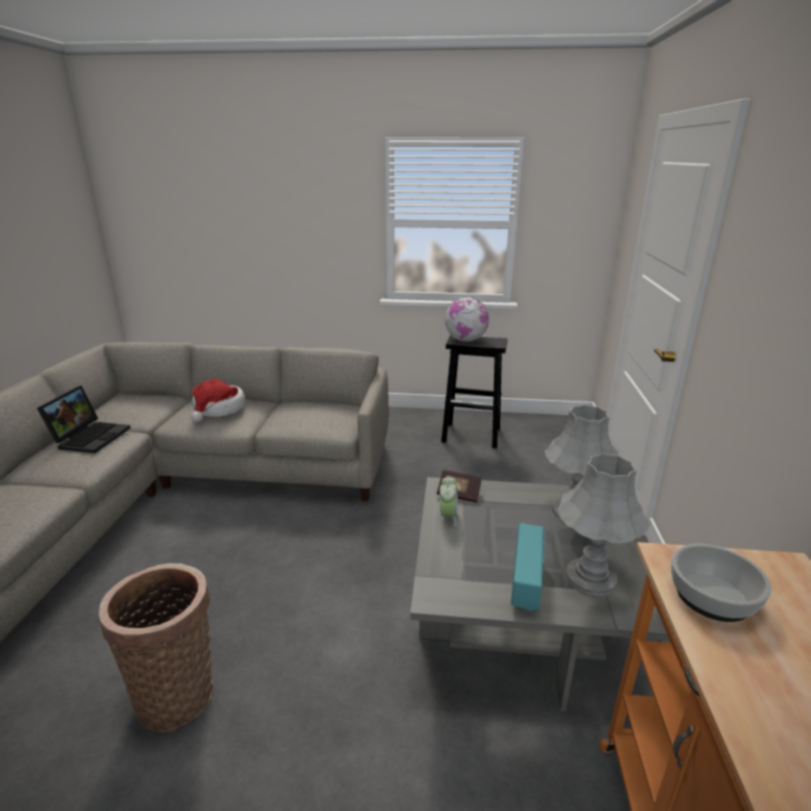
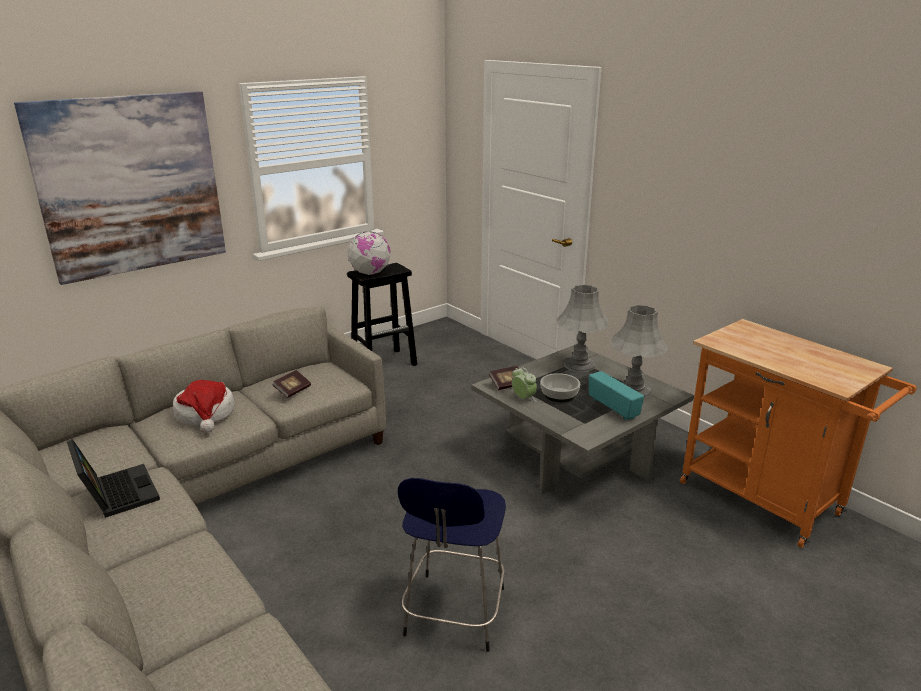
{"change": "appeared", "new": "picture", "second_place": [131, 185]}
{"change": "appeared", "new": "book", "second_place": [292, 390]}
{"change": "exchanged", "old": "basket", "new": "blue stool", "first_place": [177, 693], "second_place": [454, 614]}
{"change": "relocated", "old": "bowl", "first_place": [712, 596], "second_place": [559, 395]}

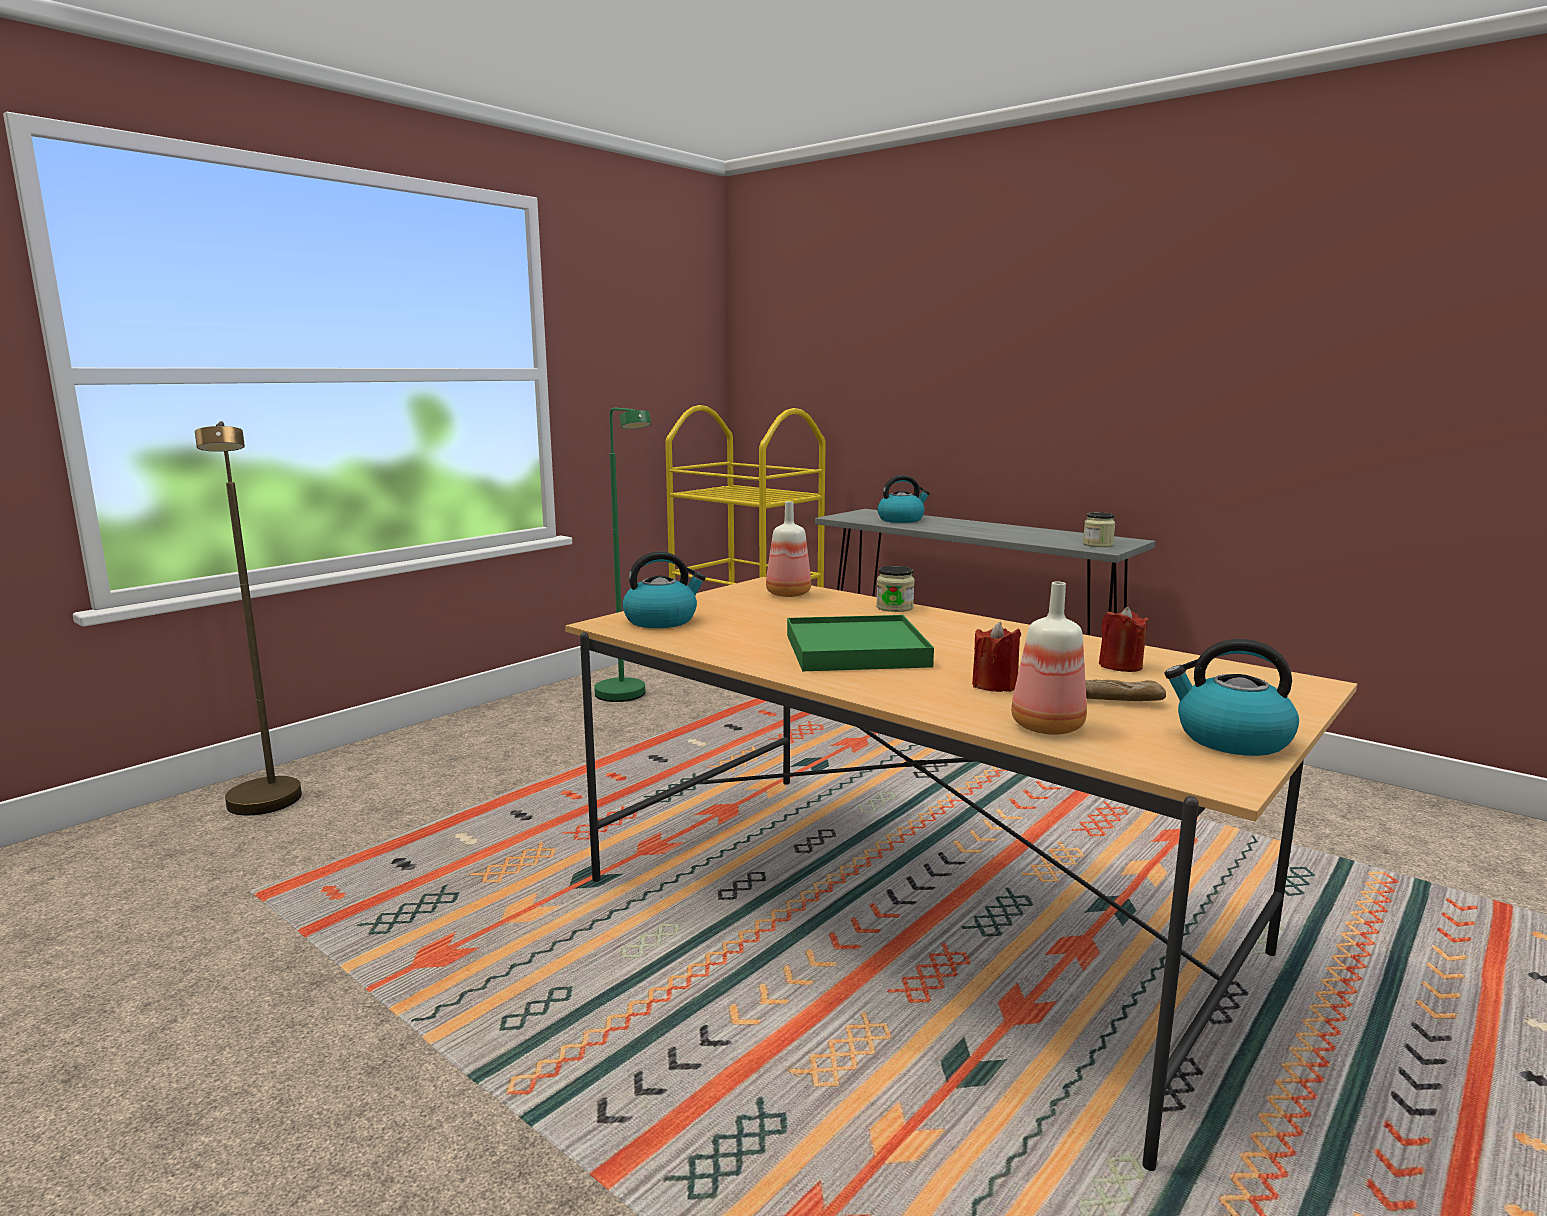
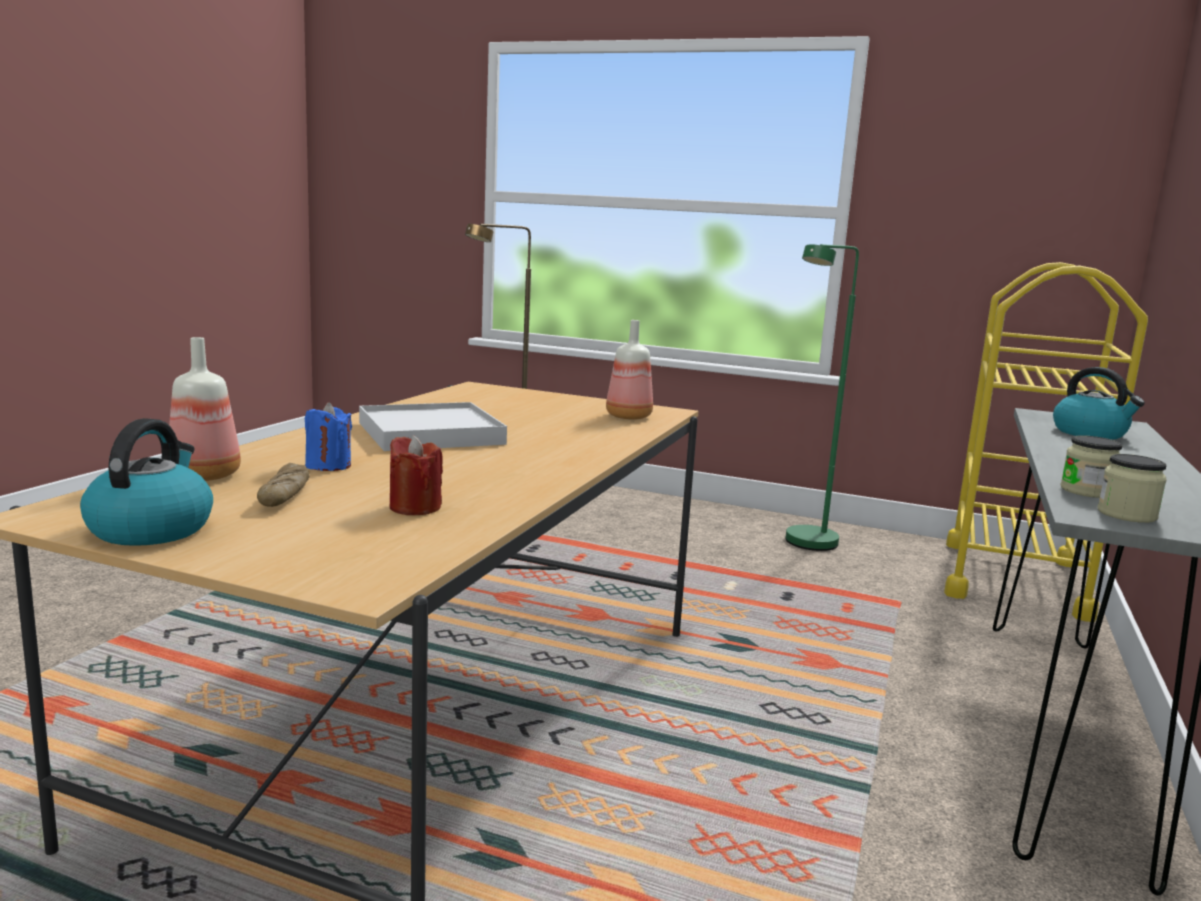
{"change": "colour", "old": "red candle", "new": "blue candle", "first_place": [994, 685], "second_place": [328, 466]}
{"change": "colour", "old": "green tray", "new": "white tray", "first_place": [856, 650], "second_place": [431, 433]}
{"change": "relocated", "old": "jar", "first_place": [894, 607], "second_place": [1087, 491]}
{"change": "missing", "old": "kettle", "first_place": [662, 620]}

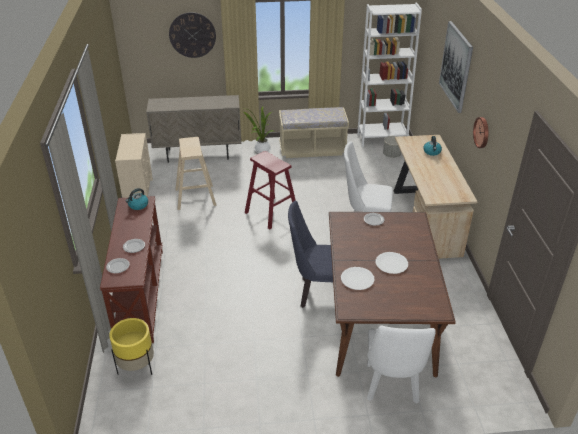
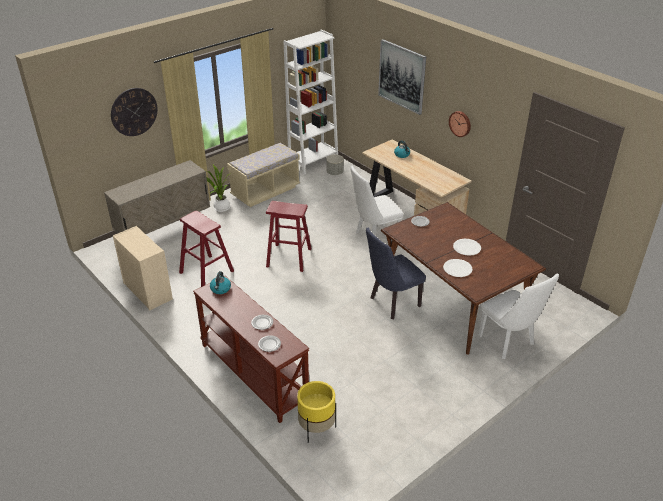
{"change": "colour", "old": "beige stool", "new": "red stool", "first_place": [195, 197], "second_place": [206, 272]}

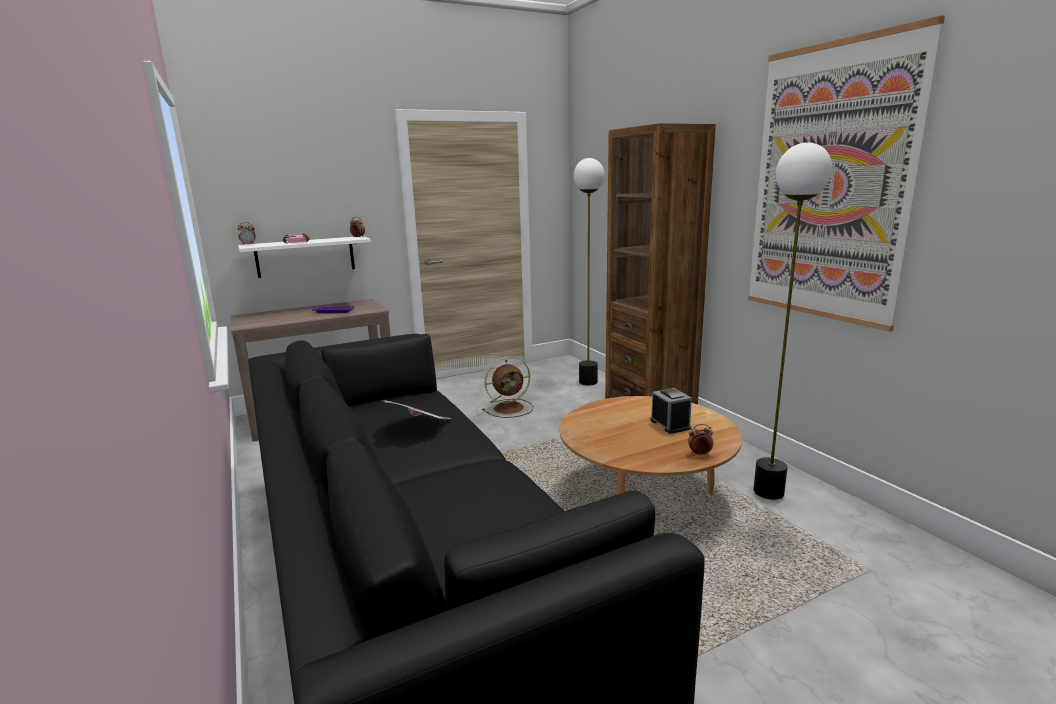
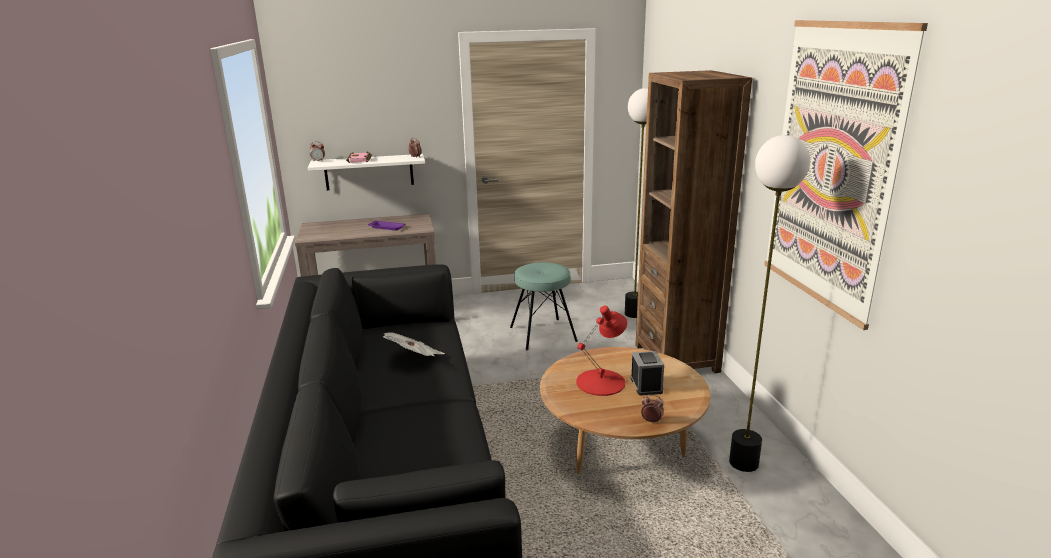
{"change": "exchanged", "old": "brown fan", "new": "turquoise stool", "first_place": [510, 408], "second_place": [543, 334]}
{"change": "appeared", "new": "red table lamp", "second_place": [601, 382]}

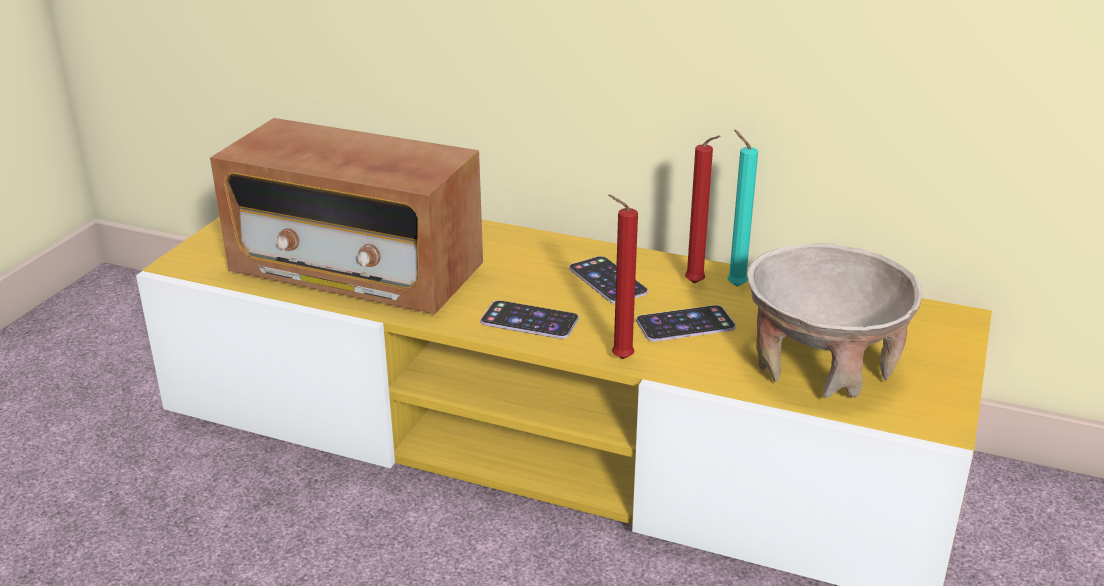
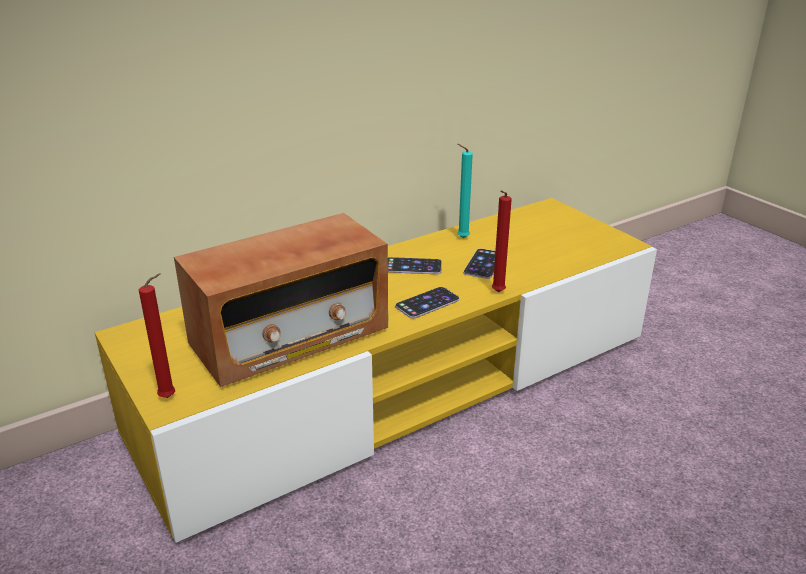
{"change": "relocated", "old": "red candle", "first_place": [697, 284], "second_place": [170, 397]}
{"change": "missing", "old": "beige bowl", "first_place": [821, 365]}

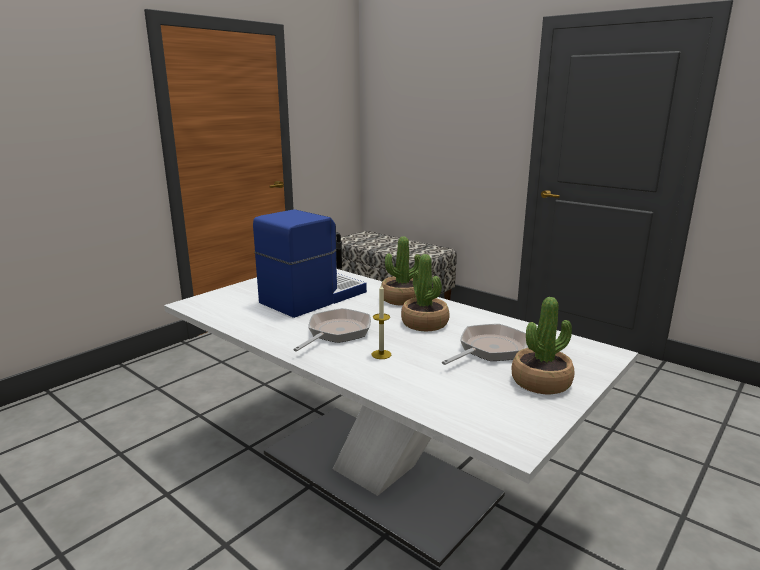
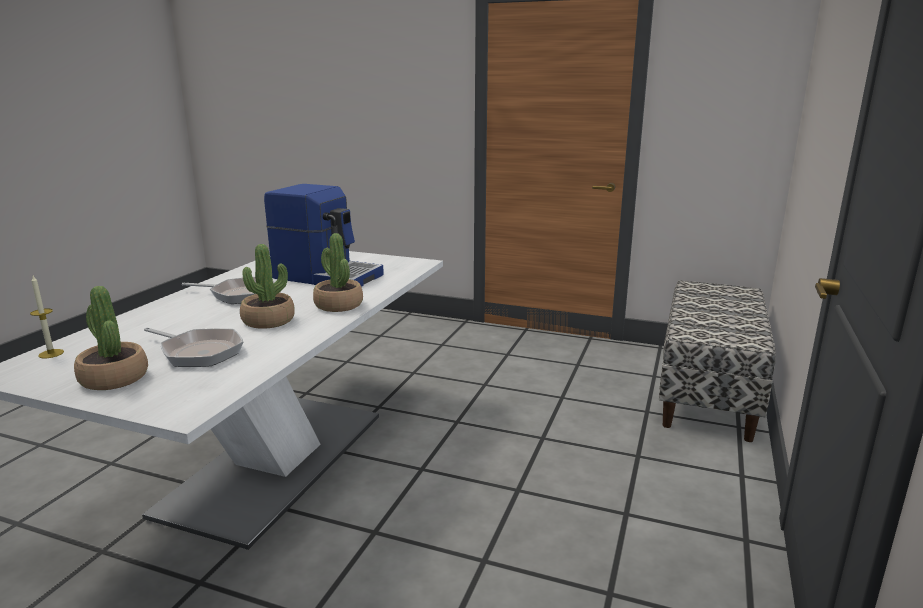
{"change": "relocated", "old": "candle", "first_place": [381, 354], "second_place": [51, 353]}

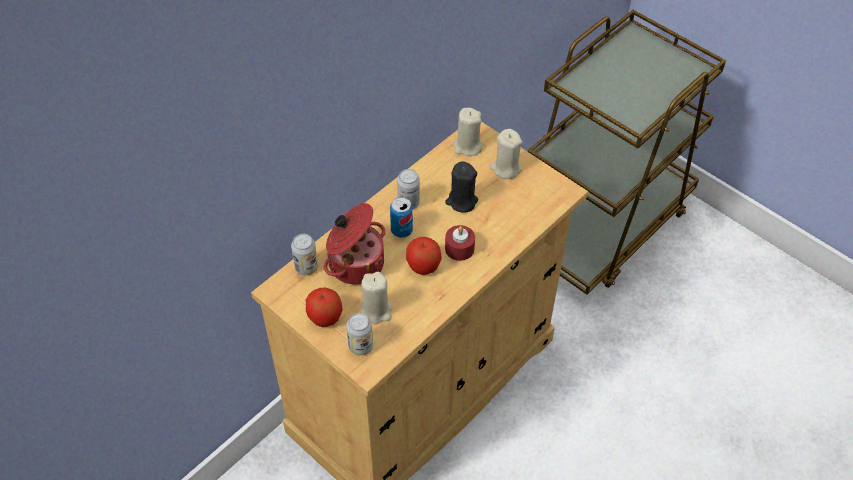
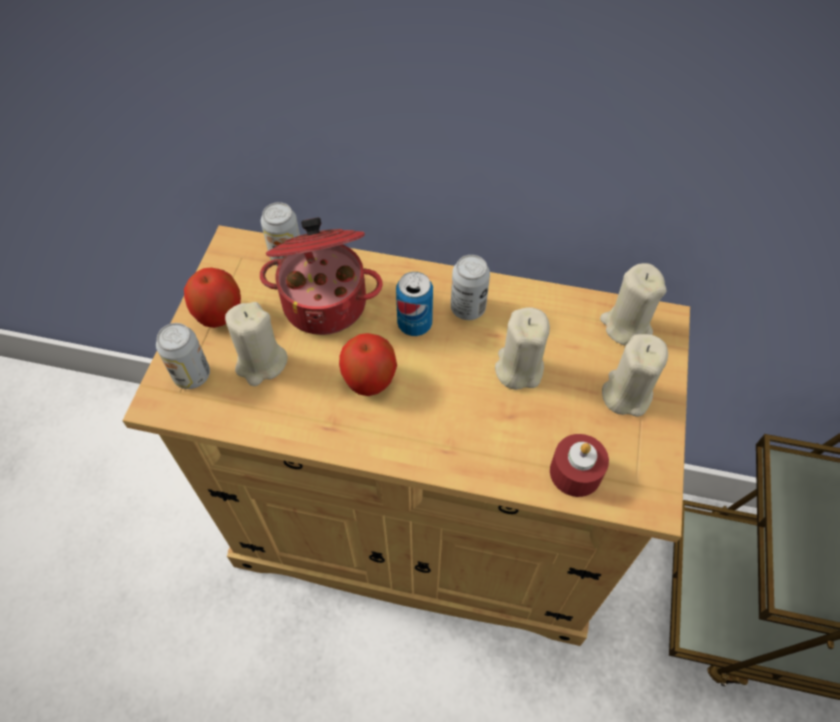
{"change": "colour", "old": "black candle", "new": "beige candle", "first_place": [461, 201], "second_place": [518, 368]}
{"change": "relocated", "old": "red candle", "first_place": [459, 248], "second_place": [575, 472]}

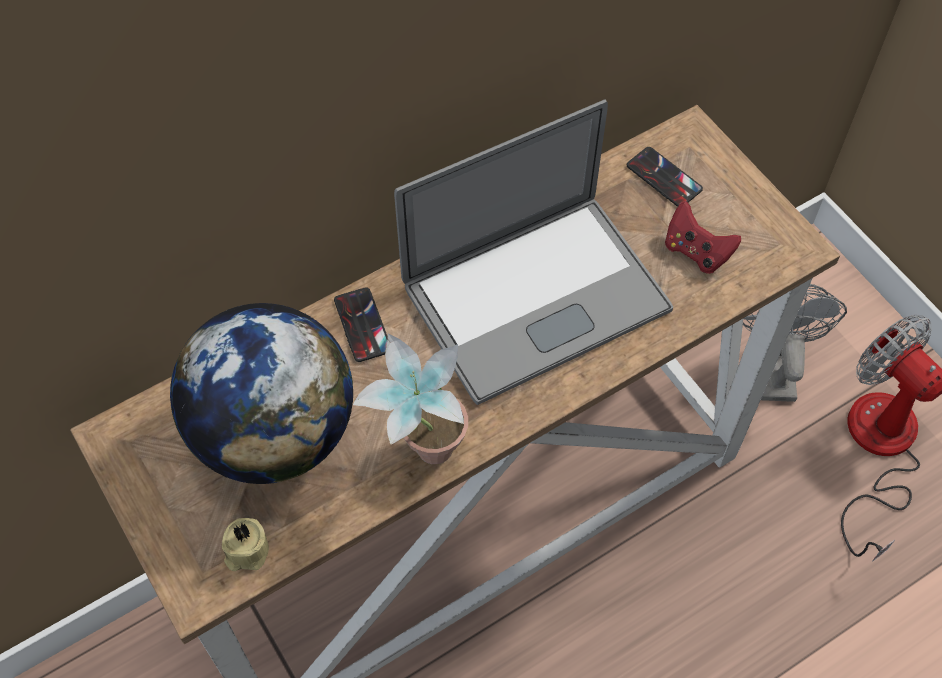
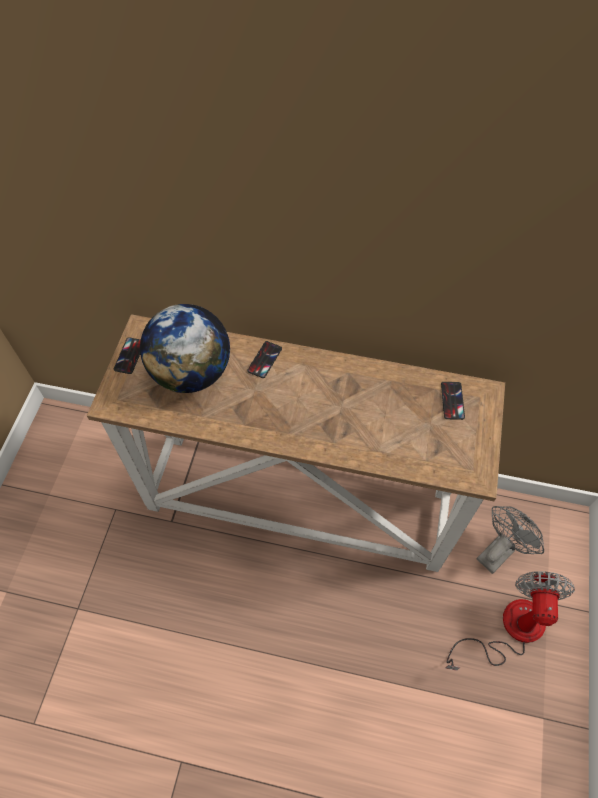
{"change": "appeared", "new": "phone", "second_place": [129, 356]}
{"change": "missing", "old": "beige candle", "first_place": [246, 552]}
{"change": "missing", "old": "potted plant", "first_place": [422, 455]}
{"change": "missing", "old": "laptop", "first_place": [535, 297]}
{"change": "missing", "old": "red game controller", "first_place": [696, 251]}

